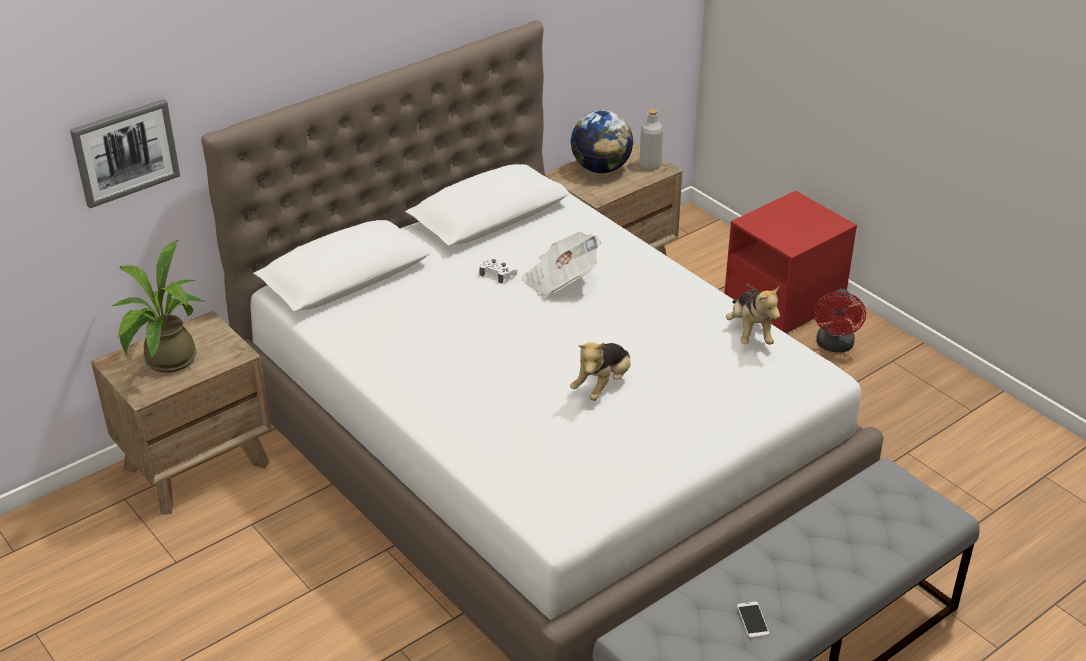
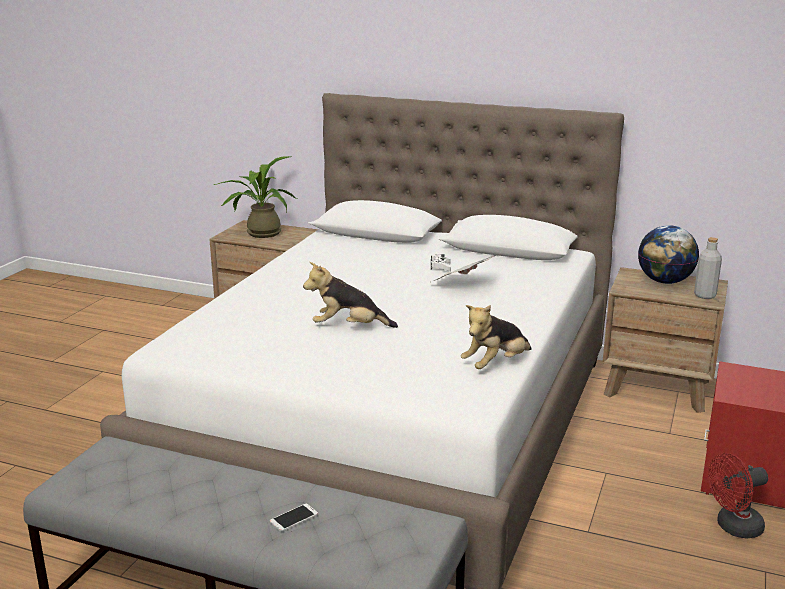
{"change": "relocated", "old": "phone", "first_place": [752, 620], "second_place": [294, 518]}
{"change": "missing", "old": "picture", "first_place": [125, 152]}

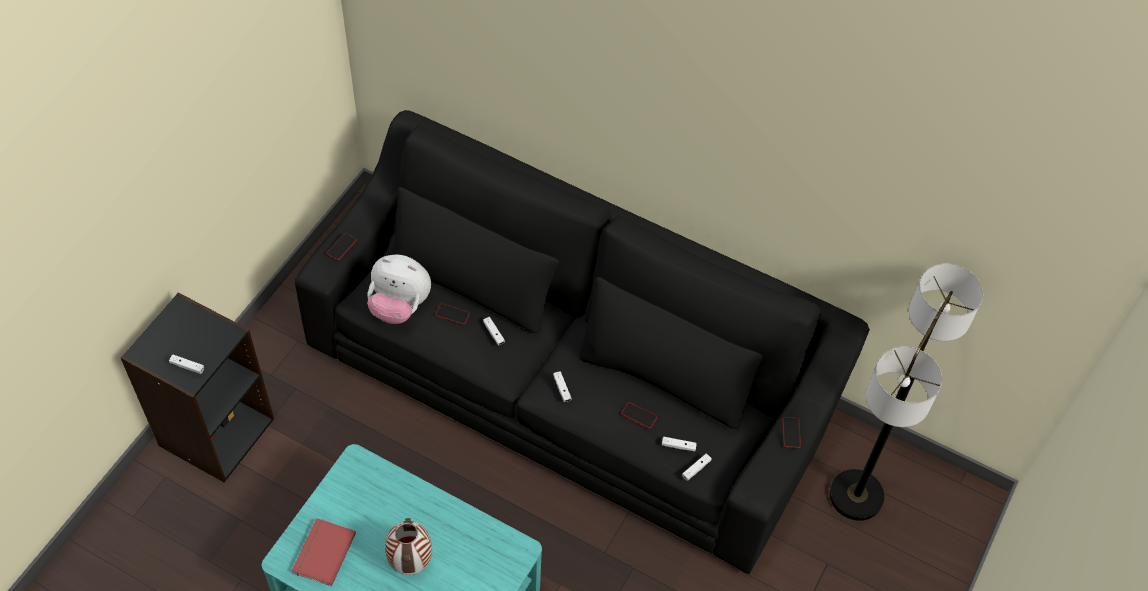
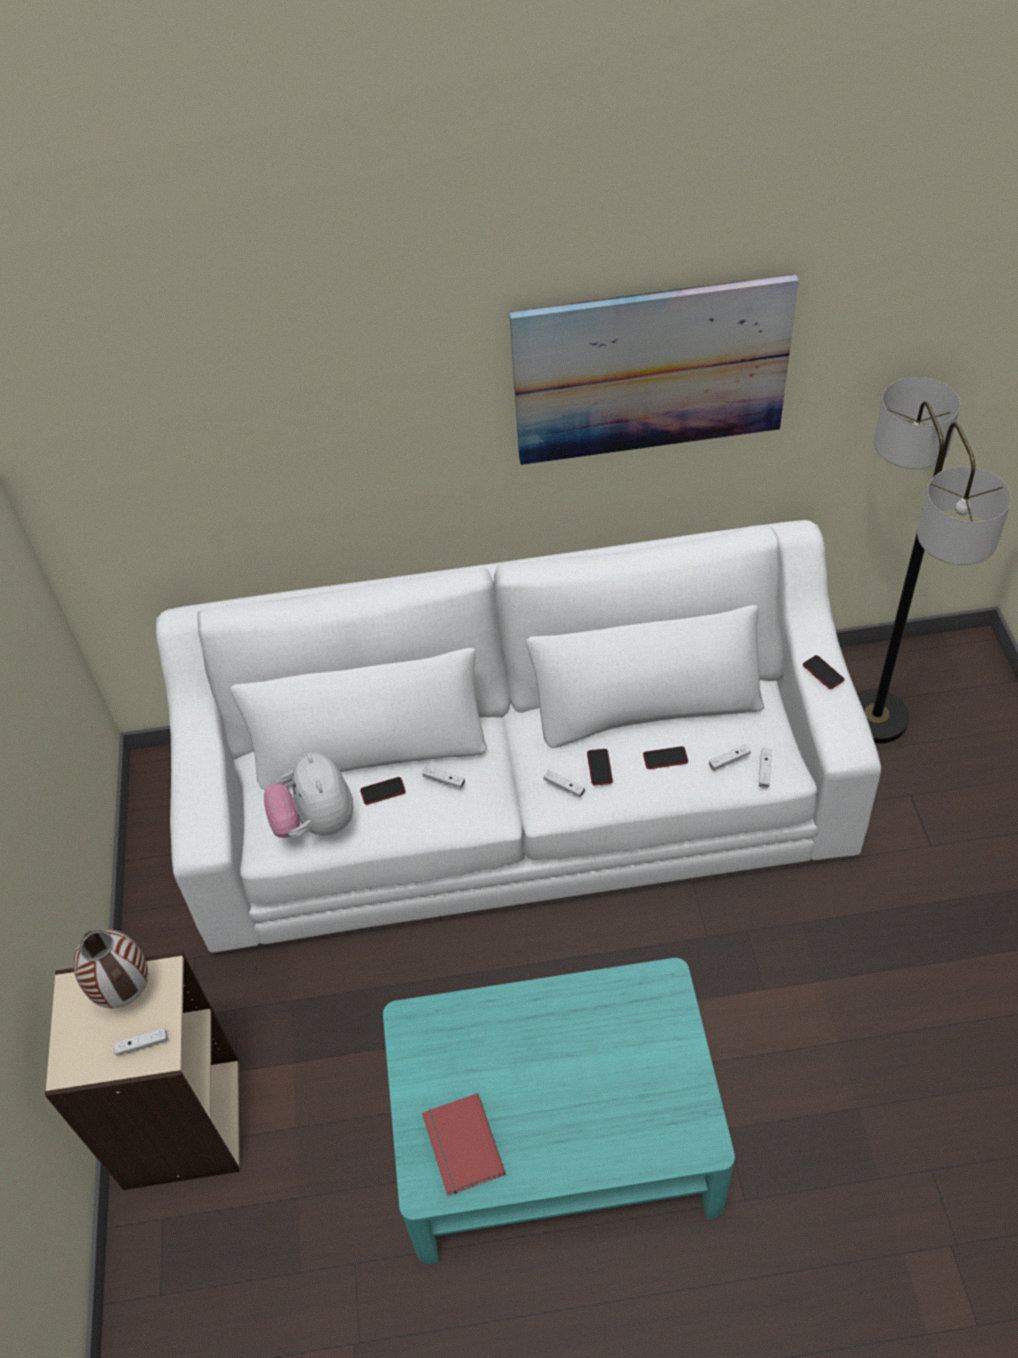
{"change": "colour", "old": "black bookcase", "new": "beige bookcase", "first_place": [215, 431], "second_place": [180, 1122]}
{"change": "relocated", "old": "vase", "first_place": [410, 562], "second_place": [124, 992]}
{"change": "colour", "old": "black sofa", "new": "white sofa", "first_place": [569, 382], "second_place": [520, 800]}
{"change": "spun", "old": "plush toy", "first_place": [399, 306], "second_place": [316, 822], "degrees": 90}
{"change": "appeared", "new": "picture", "second_place": [650, 370]}
{"change": "relocated", "old": "phone", "first_place": [341, 247], "second_place": [599, 767]}

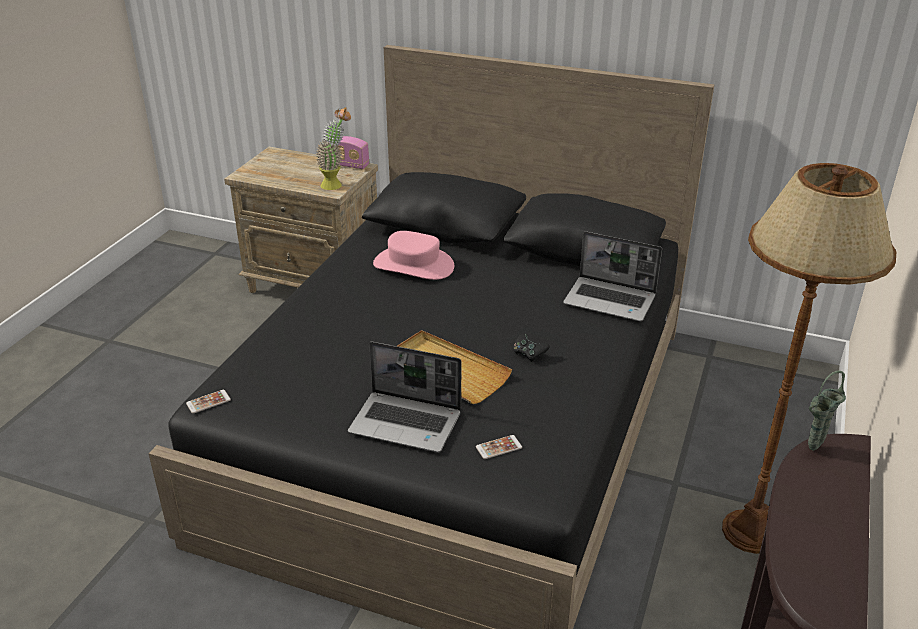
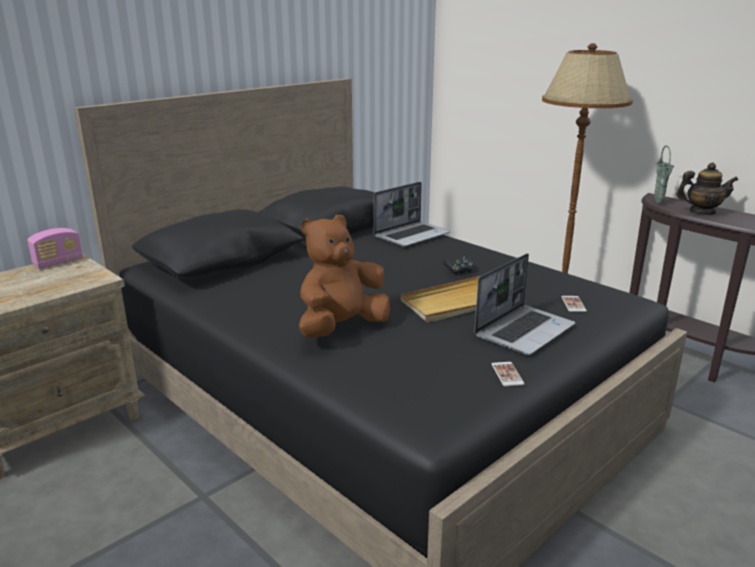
{"change": "appeared", "new": "brown plush toy", "second_place": [341, 328]}
{"change": "relocated", "old": "phone", "first_place": [208, 402], "second_place": [507, 374]}
{"change": "appeared", "new": "teapot", "second_place": [701, 212]}
{"change": "missing", "old": "potted plant", "first_place": [336, 184]}
{"change": "missing", "old": "pink hat", "first_place": [414, 265]}

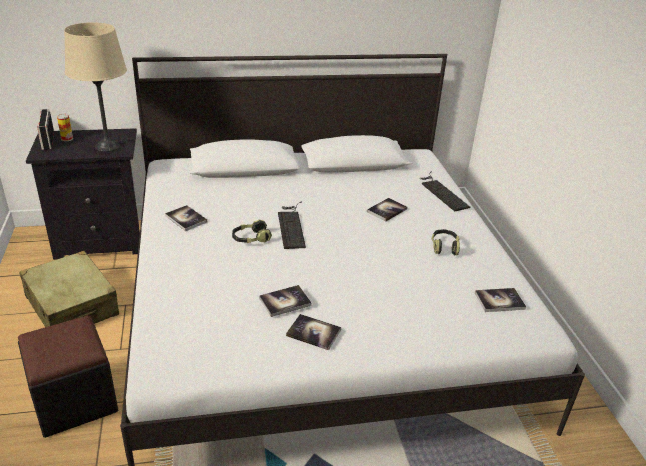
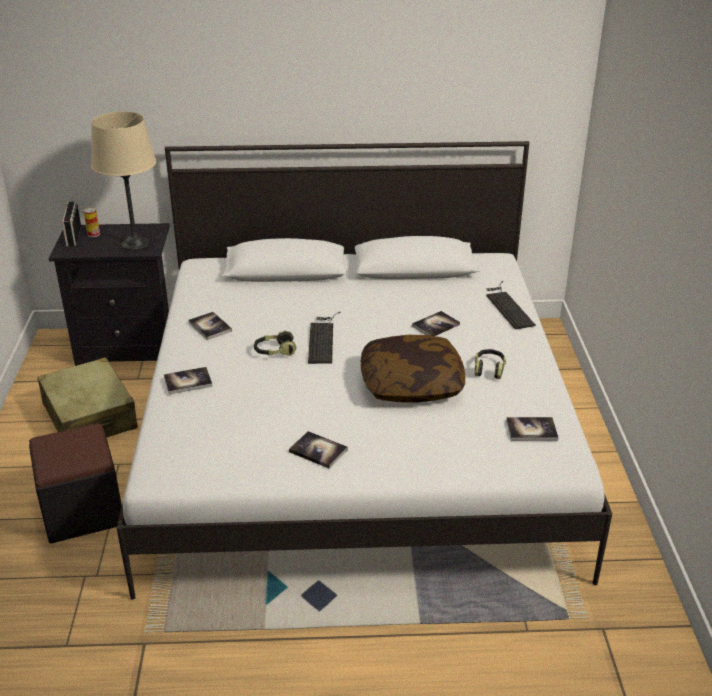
{"change": "relocated", "old": "book", "first_place": [285, 302], "second_place": [188, 381]}
{"change": "appeared", "new": "pillow", "second_place": [411, 384]}

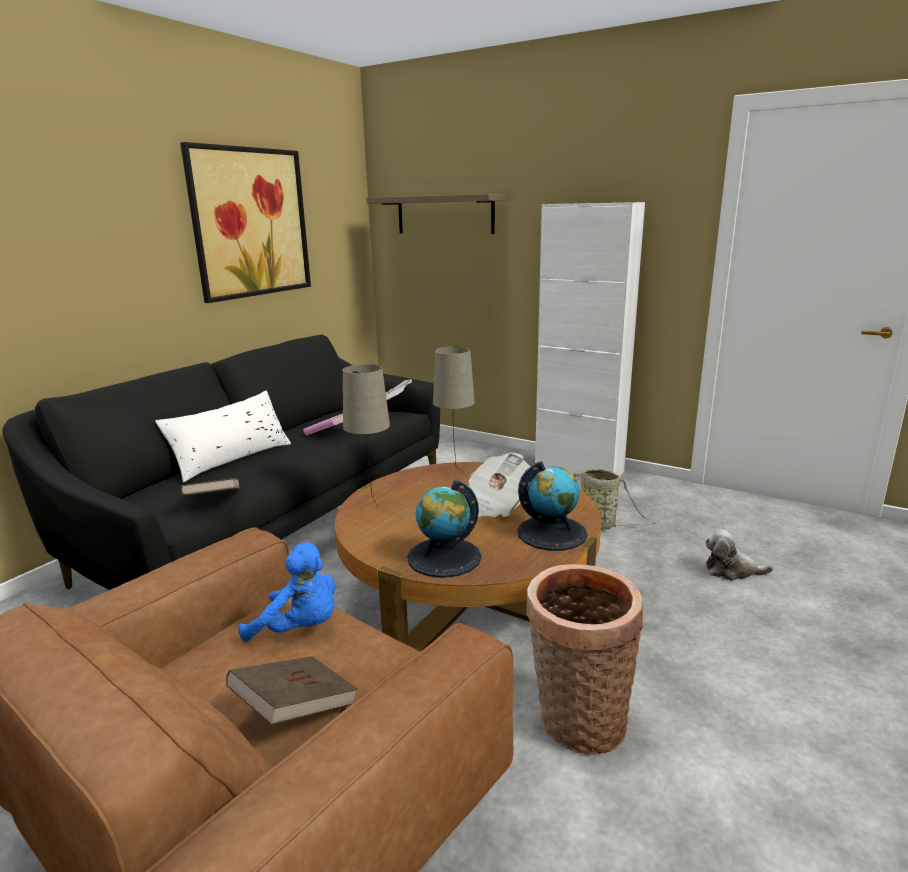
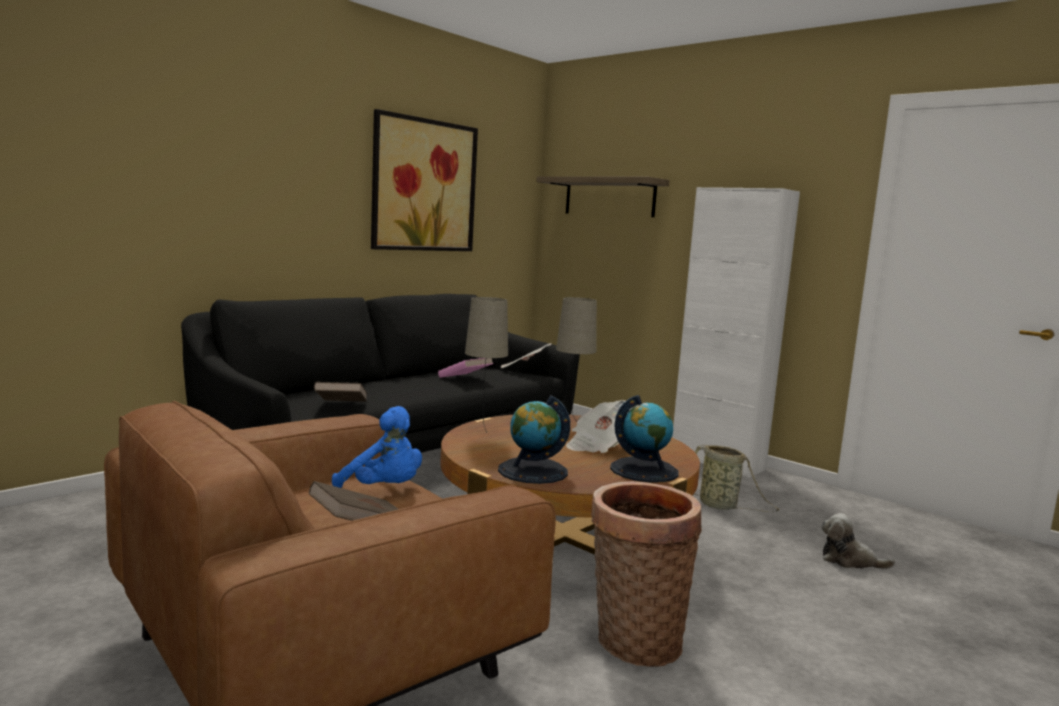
{"change": "missing", "old": "white pillow", "first_place": [231, 458]}

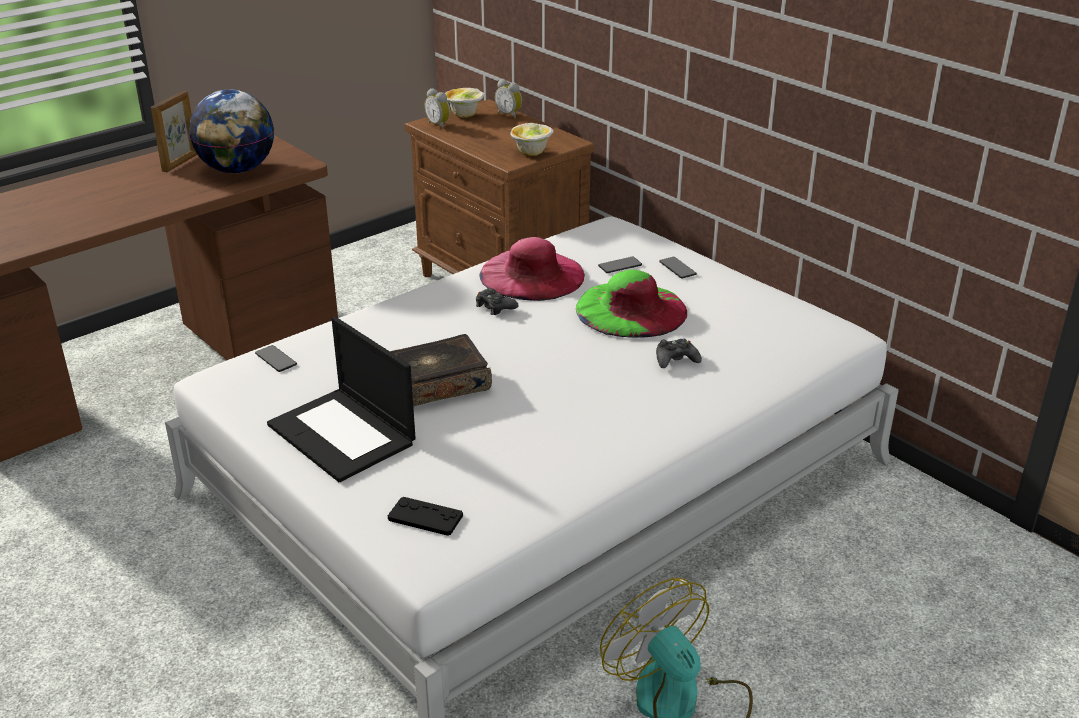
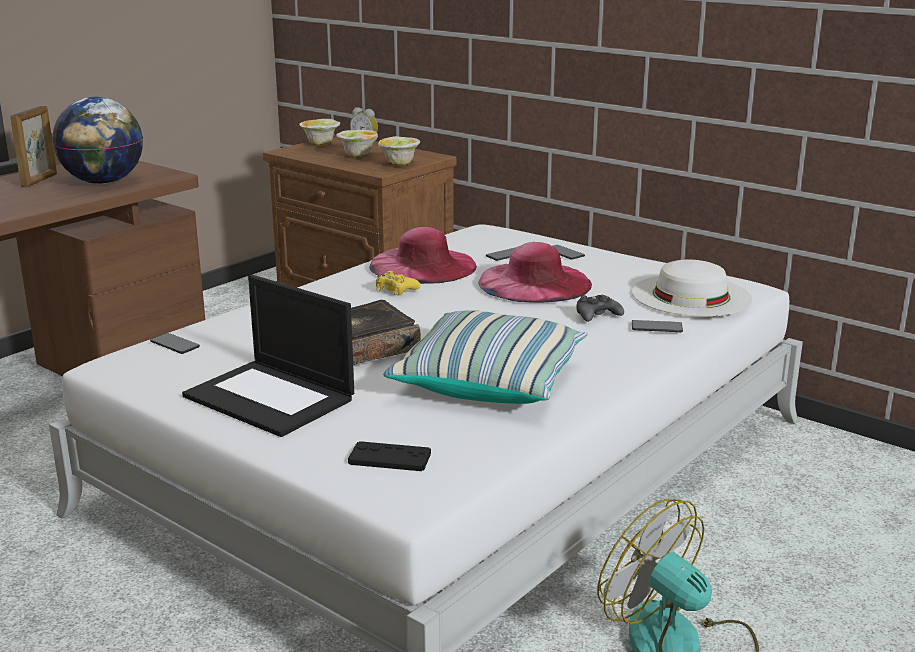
{"change": "appeared", "new": "bowl", "second_place": [357, 156]}
{"change": "colour", "old": "black game controller", "new": "yellow game controller", "first_place": [495, 306], "second_place": [395, 289]}
{"change": "appeared", "new": "pillow", "second_place": [489, 382]}
{"change": "colour", "old": "green hat", "new": "pink hat", "first_place": [631, 309], "second_place": [534, 282]}
{"change": "appeared", "new": "white hat", "second_place": [691, 295]}
{"change": "appeared", "new": "phone", "second_place": [656, 327]}
{"change": "missing", "old": "alarm clock", "first_place": [439, 125]}

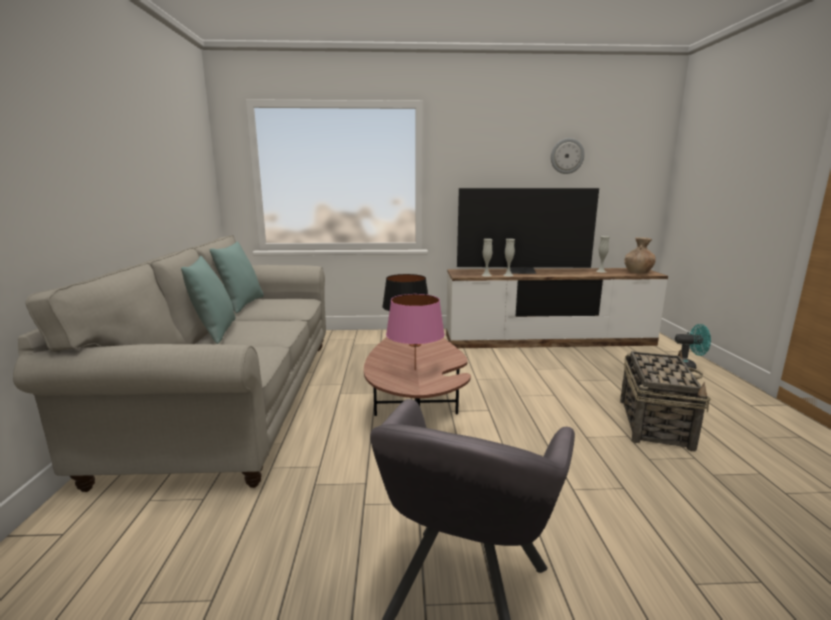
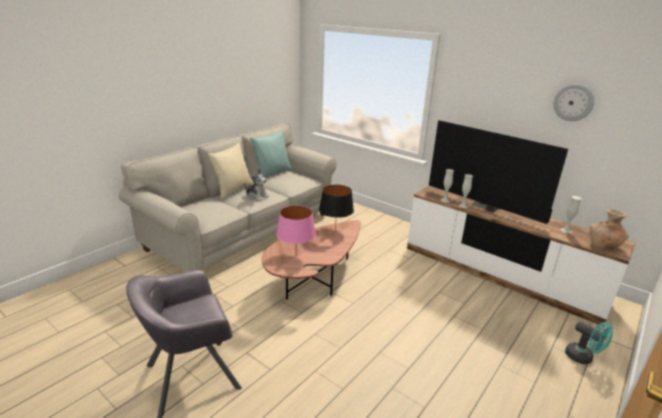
{"change": "colour", "old": "turquoise pillow", "new": "beige pillow", "first_place": [215, 332], "second_place": [233, 190]}
{"change": "appeared", "new": "plush toy", "second_place": [256, 196]}
{"change": "missing", "old": "basket", "first_place": [654, 423]}

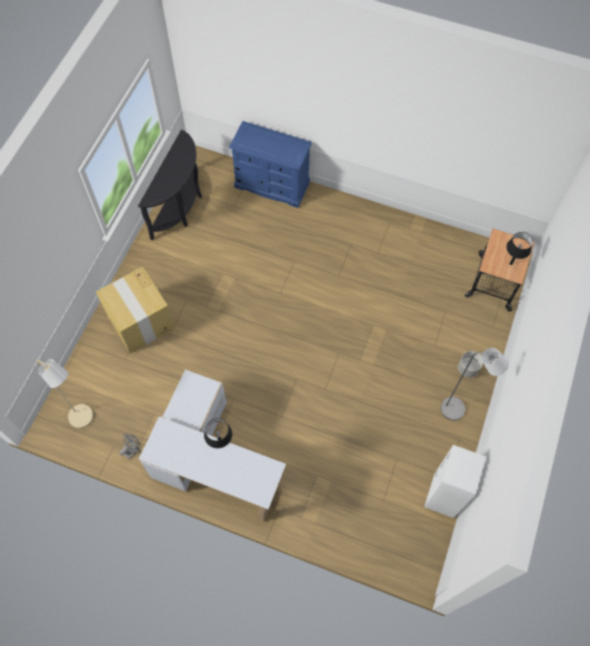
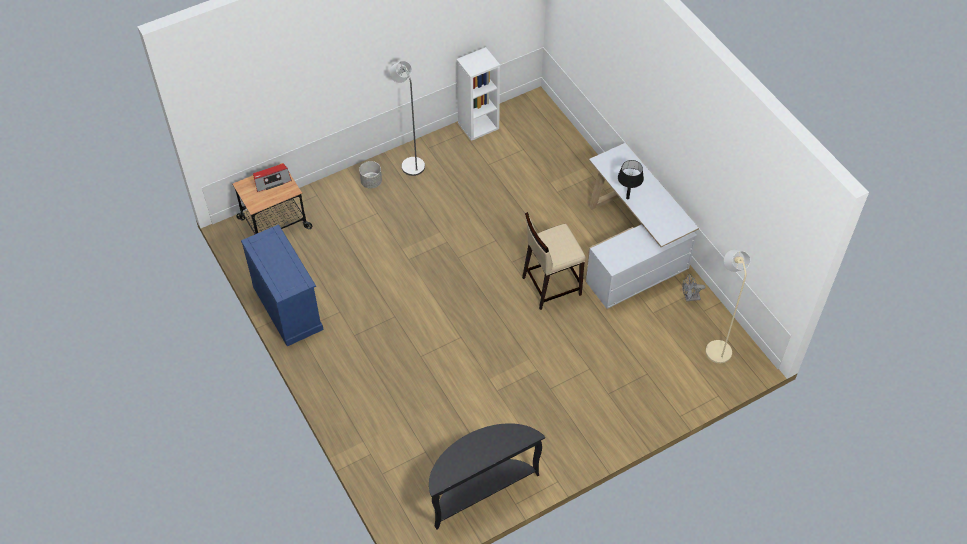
{"change": "relocated", "old": "blue dresser", "first_place": [272, 185], "second_place": [288, 307]}
{"change": "exchanged", "old": "black table lamp", "new": "radio", "first_place": [510, 263], "second_place": [272, 181]}
{"change": "appeared", "new": "beige stool", "second_place": [550, 286]}
{"change": "missing", "old": "cardboard box", "first_place": [141, 322]}

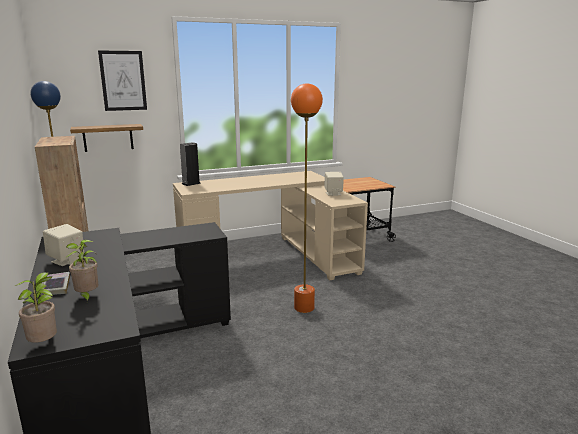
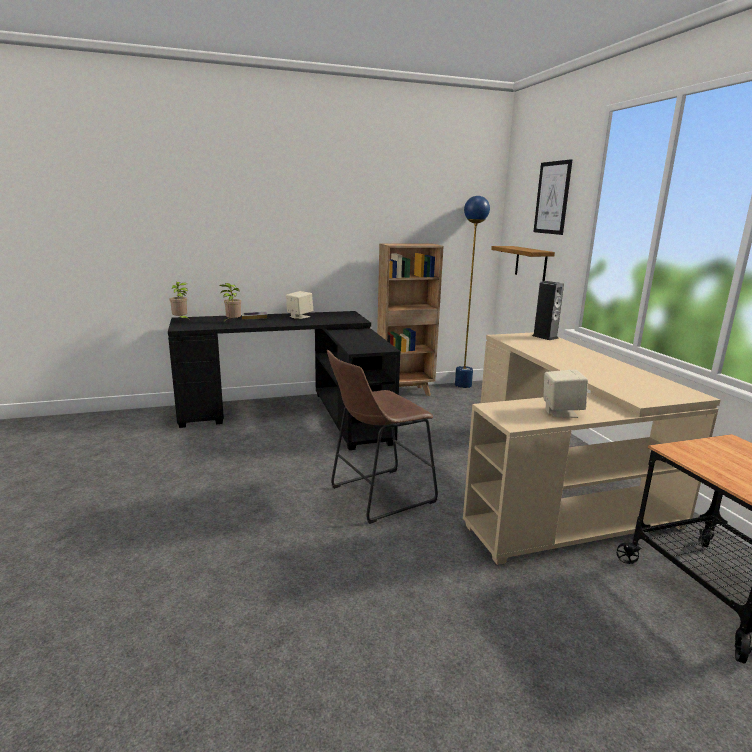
{"change": "exchanged", "old": "orange floor lamp", "new": "brown stool", "first_place": [304, 308], "second_place": [377, 495]}

